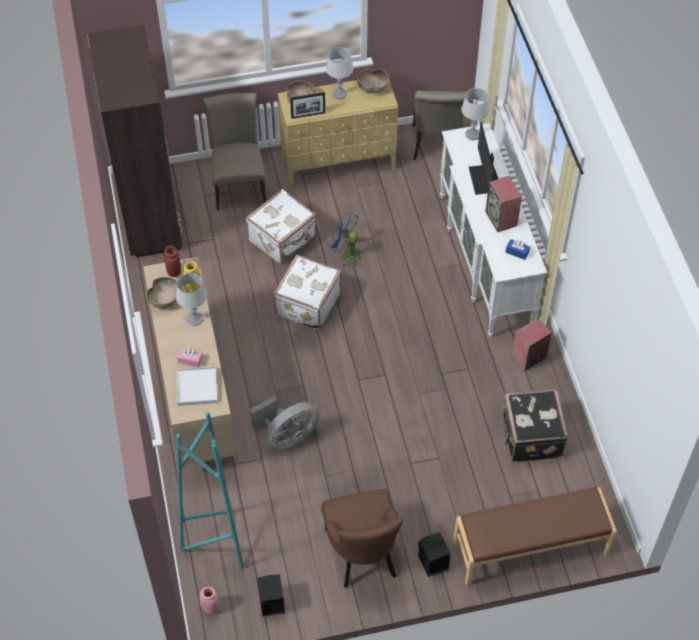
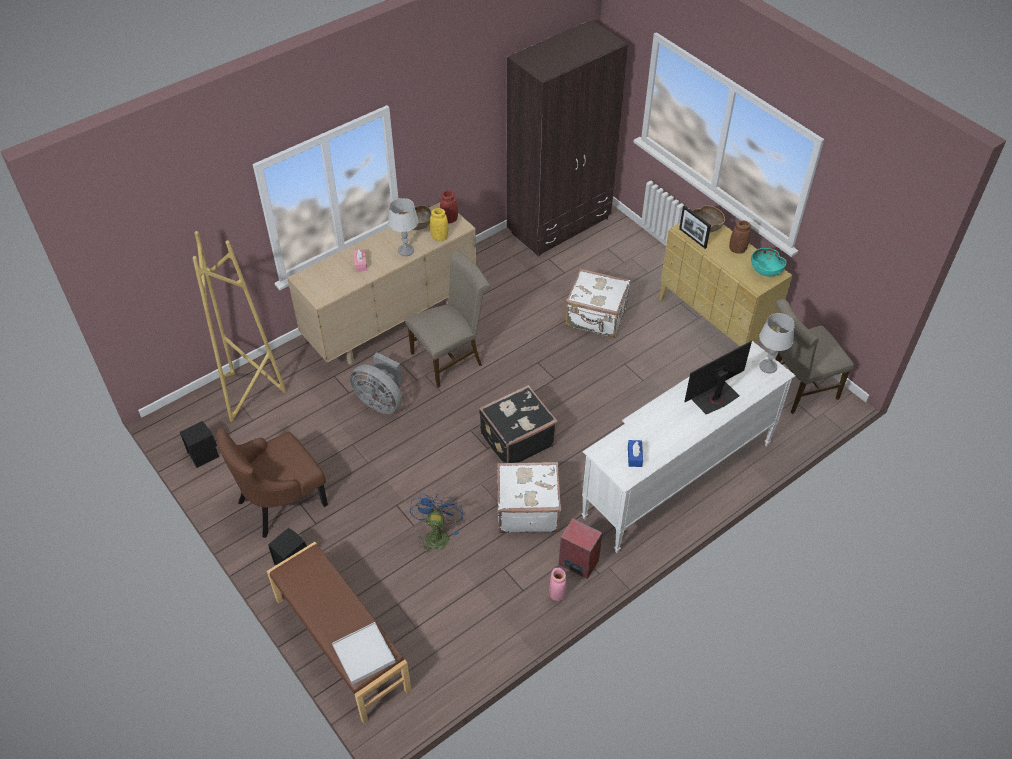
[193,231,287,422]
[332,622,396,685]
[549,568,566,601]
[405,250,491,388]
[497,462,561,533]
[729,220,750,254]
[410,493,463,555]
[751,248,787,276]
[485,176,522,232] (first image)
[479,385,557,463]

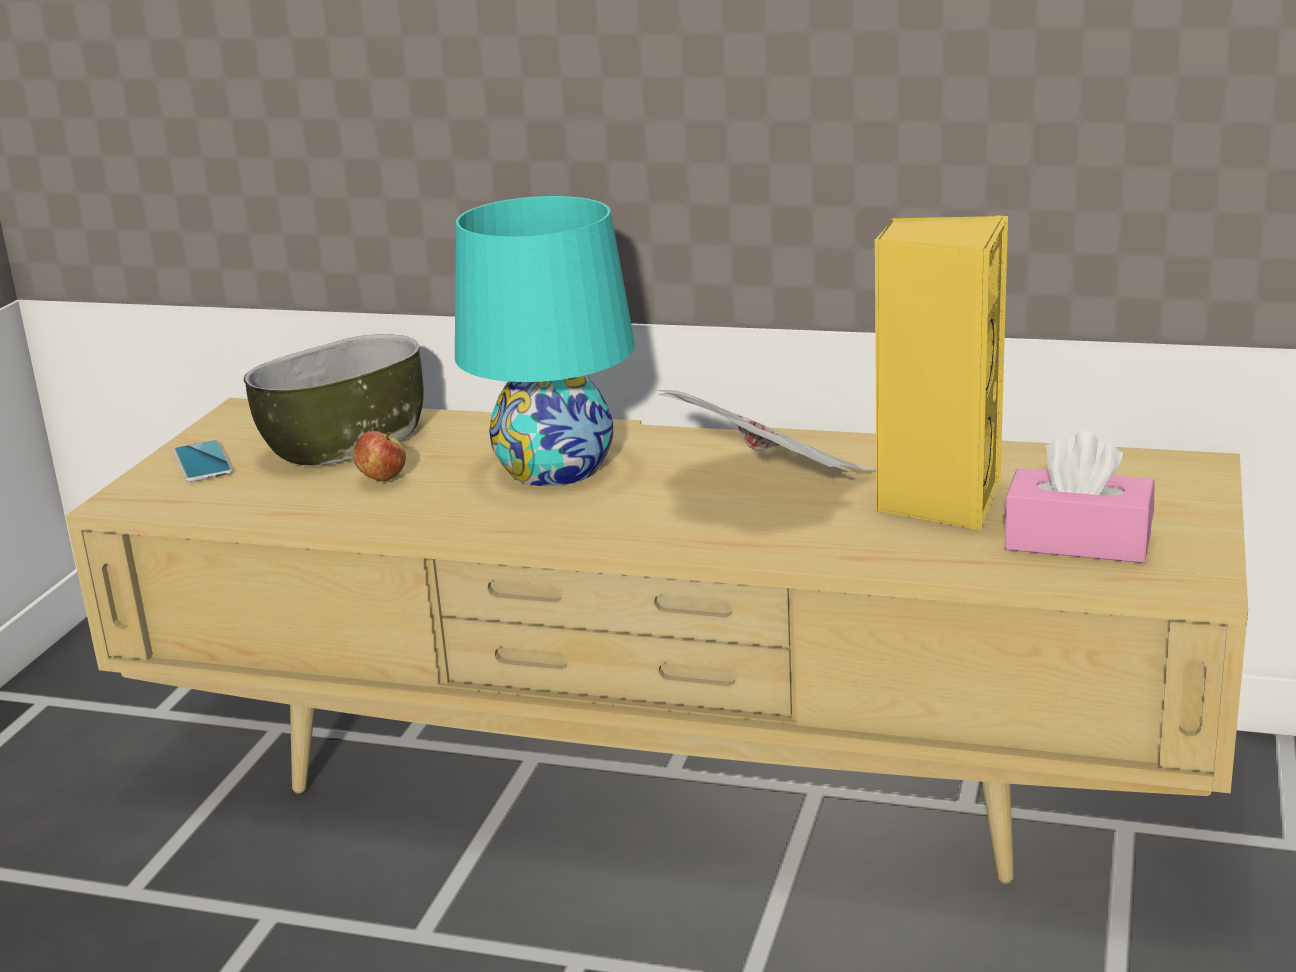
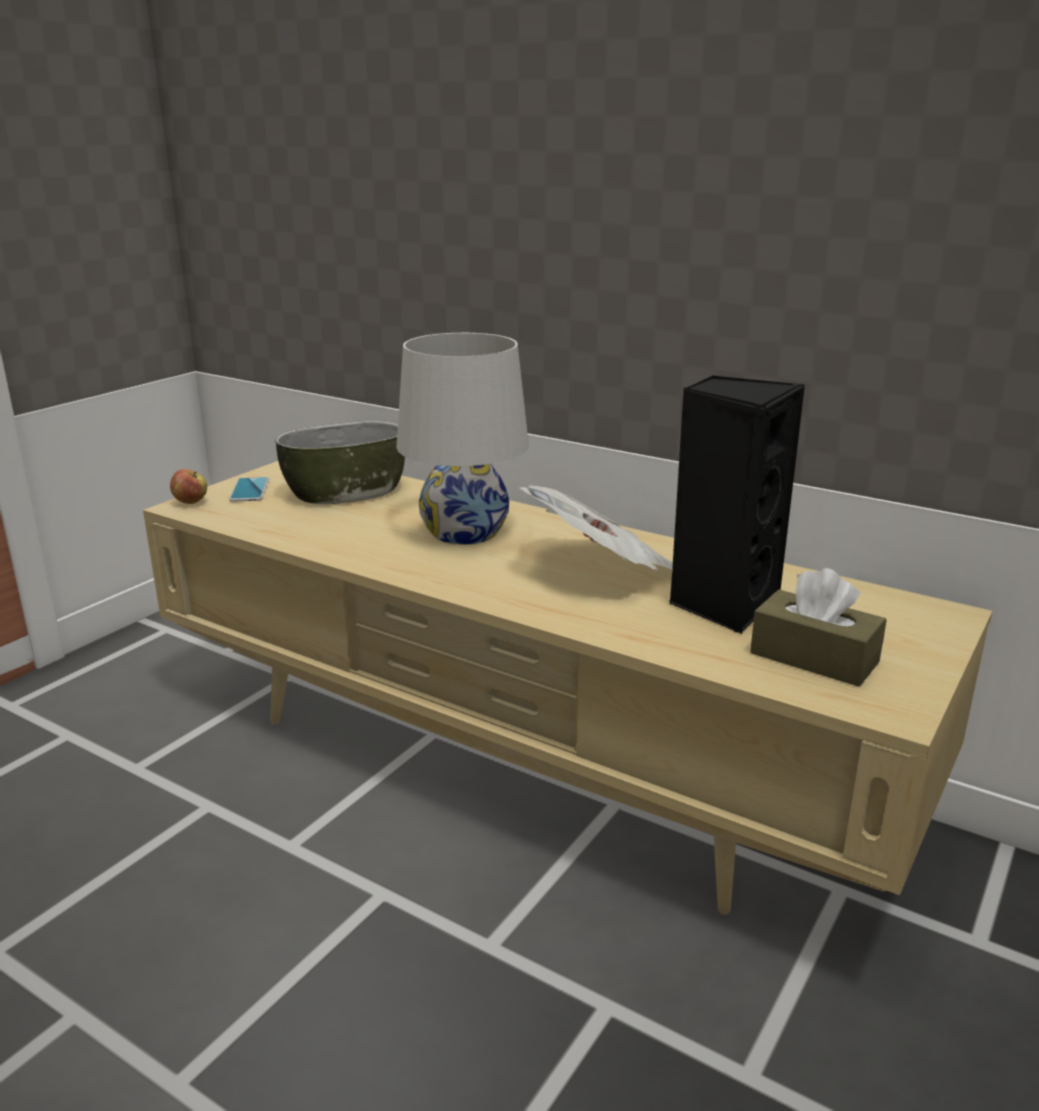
[170,469,207,504]
[396,333,529,545]
[669,375,805,634]
[750,568,887,687]

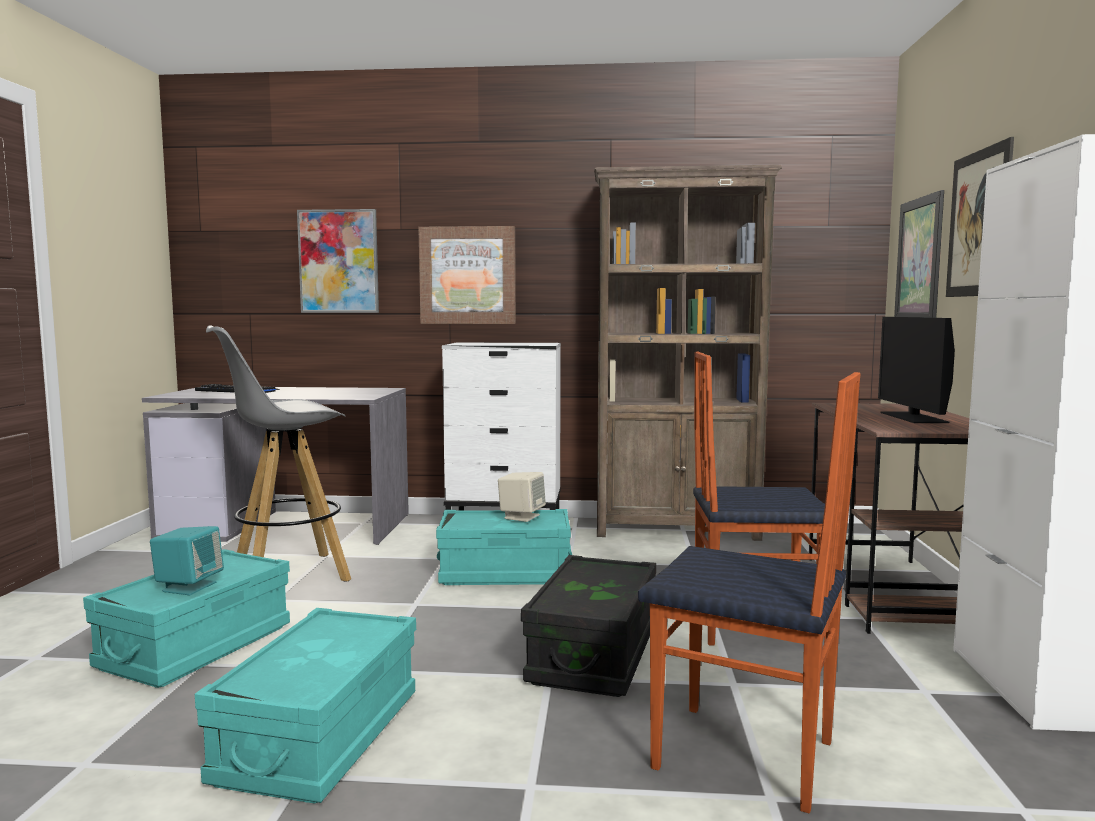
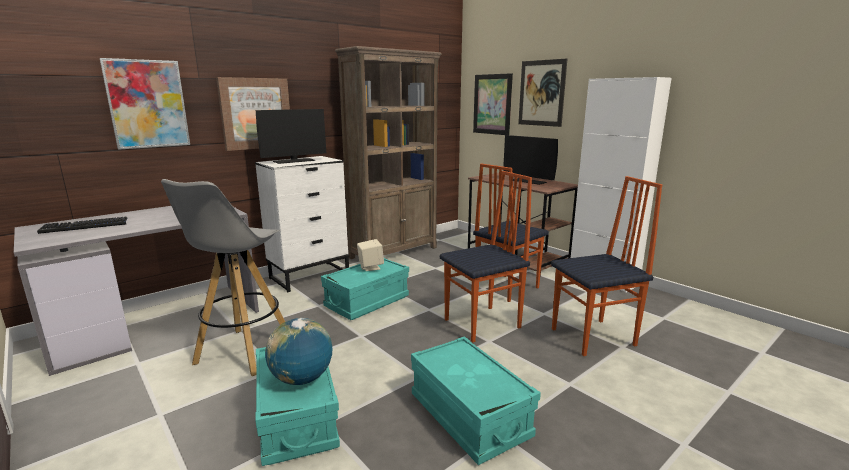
[265,318,332,385]
[440,171,532,342]
[256,109,326,164]

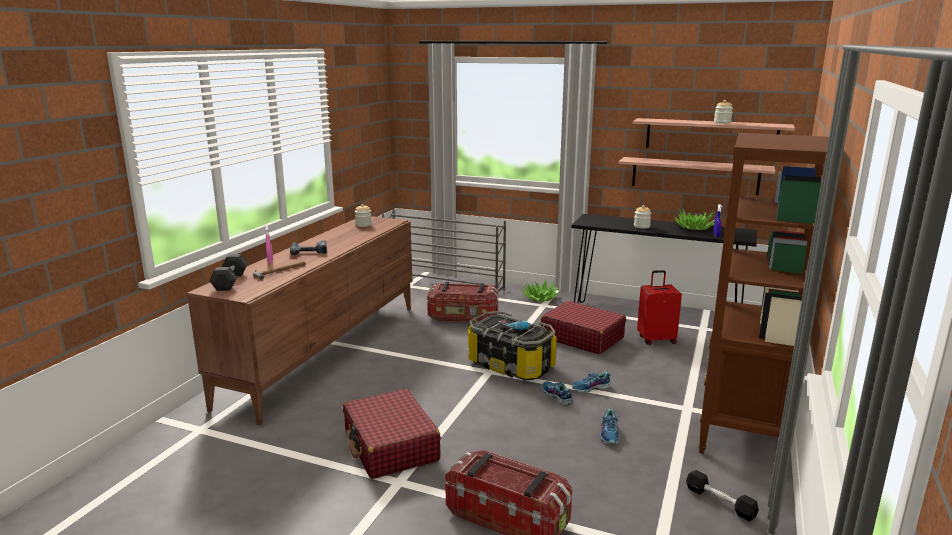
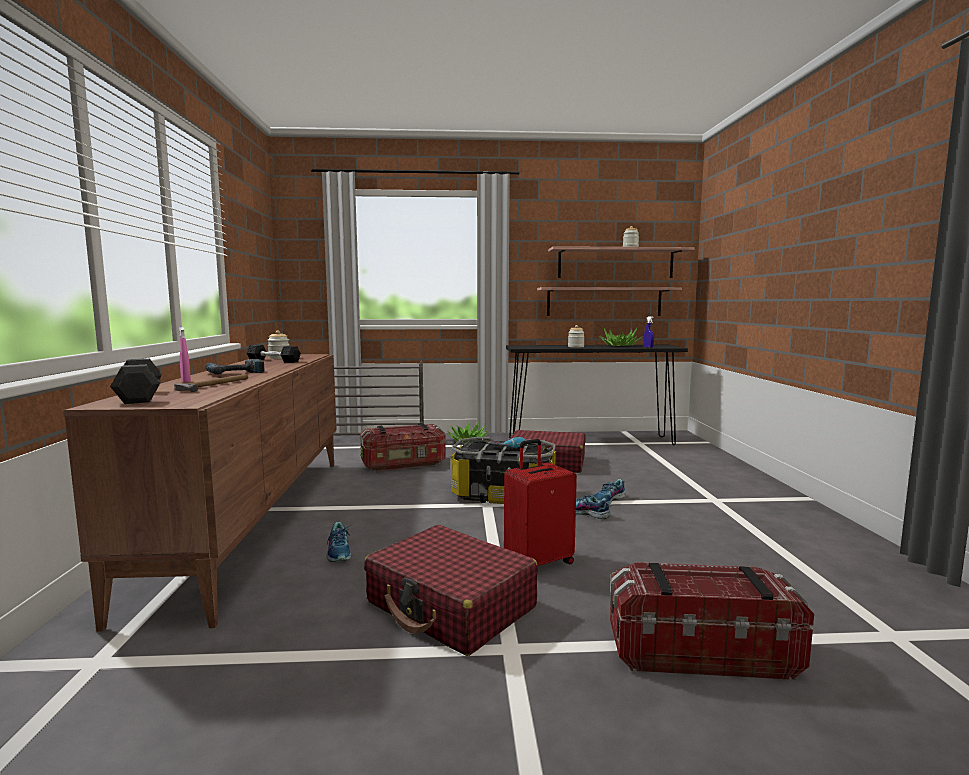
[326,522,352,562]
[504,439,577,566]
[247,345,301,363]
[699,133,829,454] (first image)

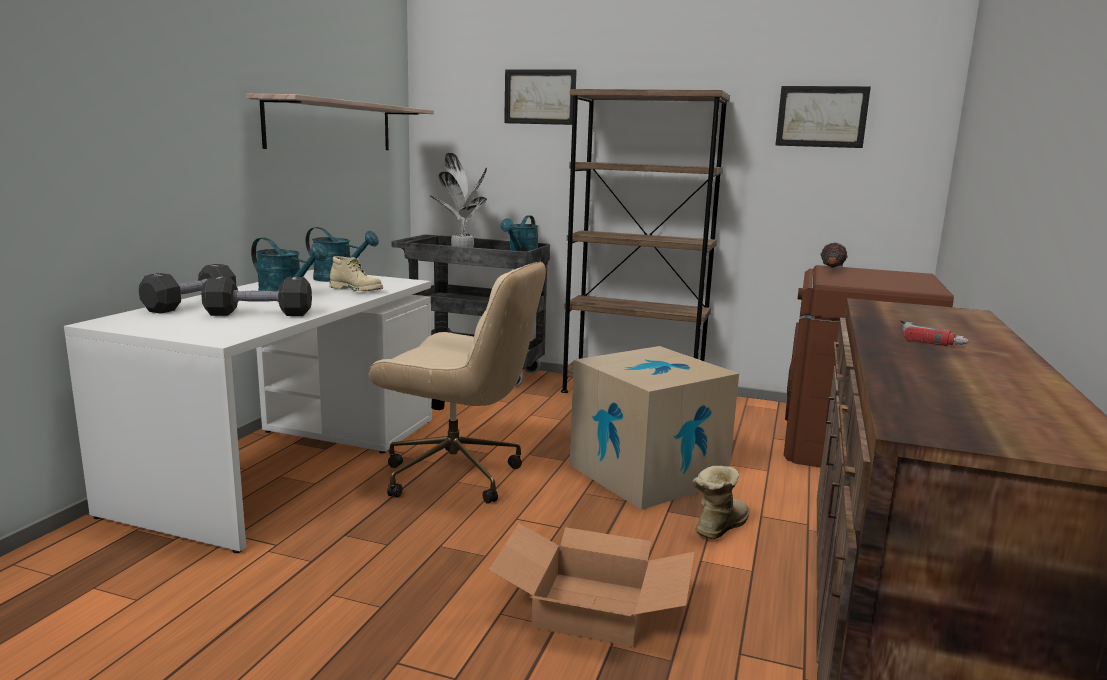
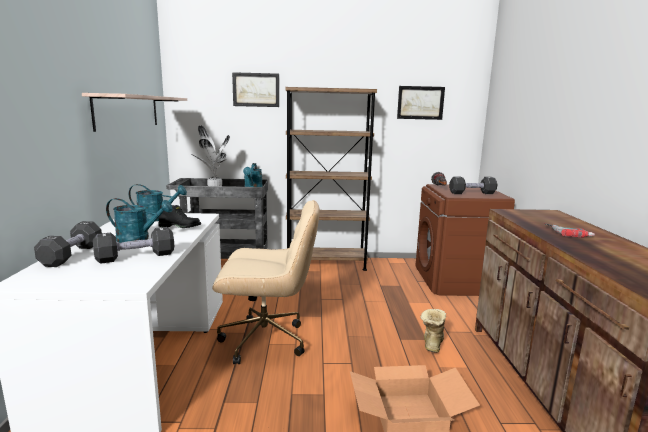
[158,205,201,228]
[570,346,739,510] (first image)
[449,176,497,194]

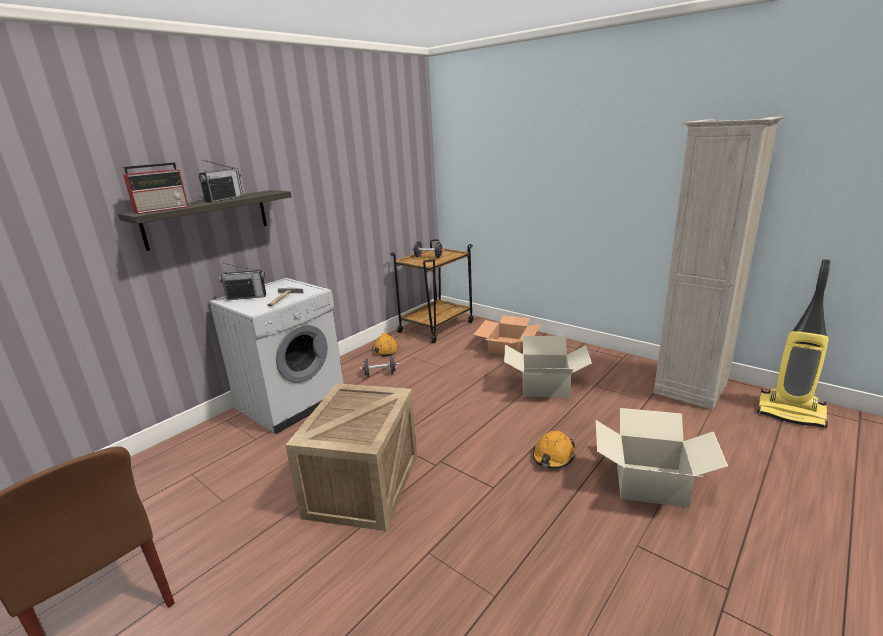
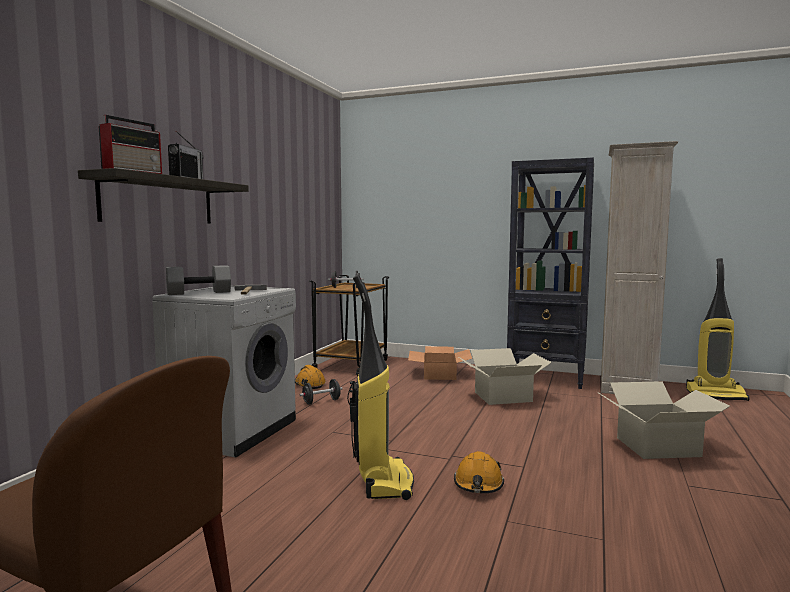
[166,265,231,295]
[347,275,414,500]
[454,451,504,493]
[507,157,594,389]

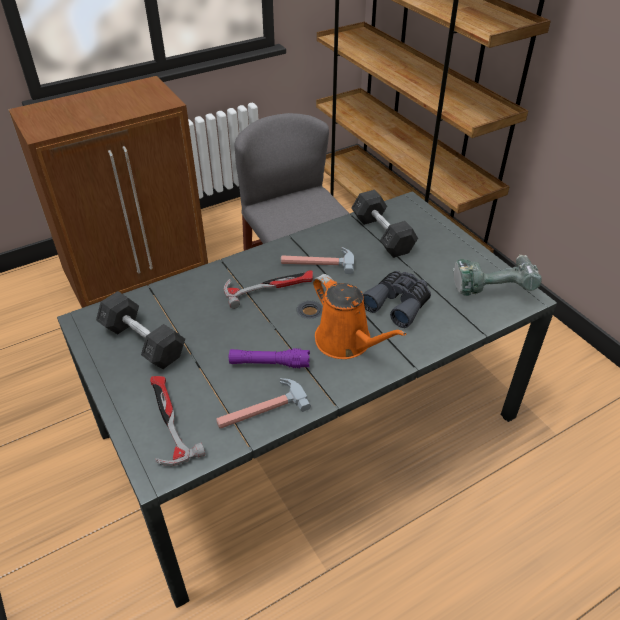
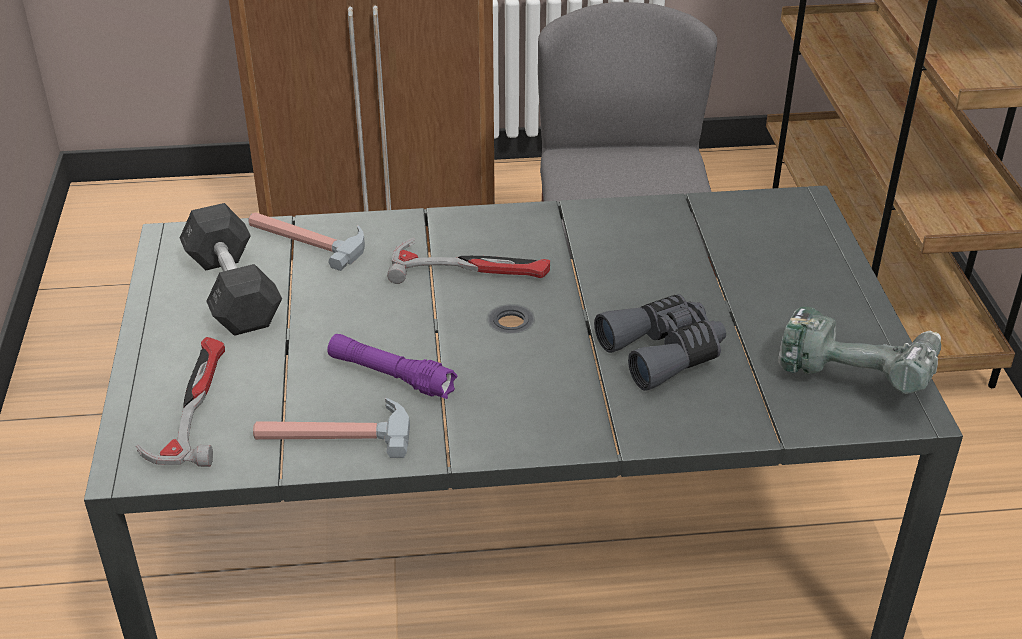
[248,213,365,271]
[313,274,406,359] (first image)
[351,190,418,258] (first image)

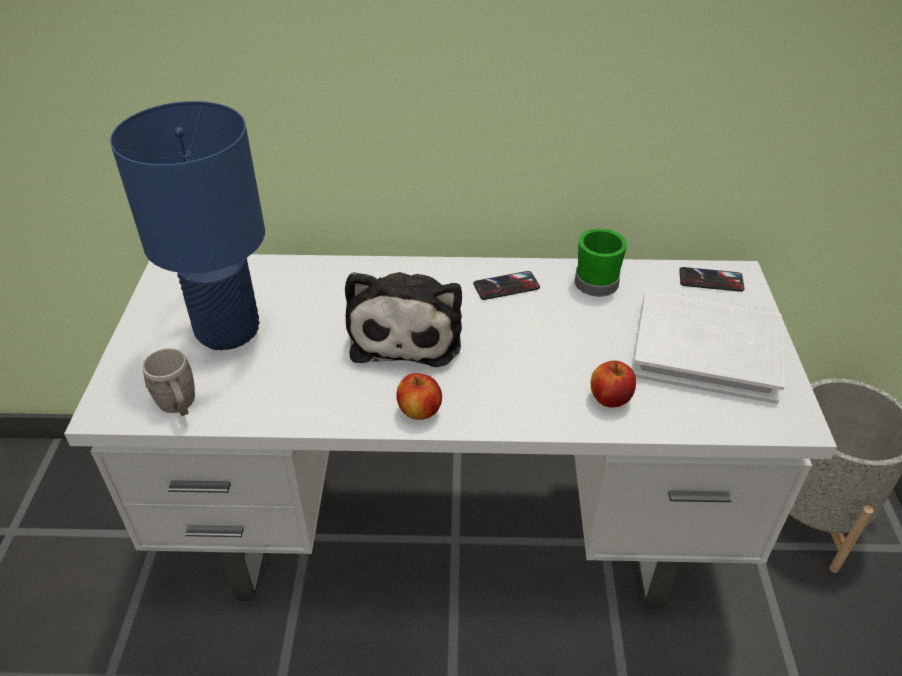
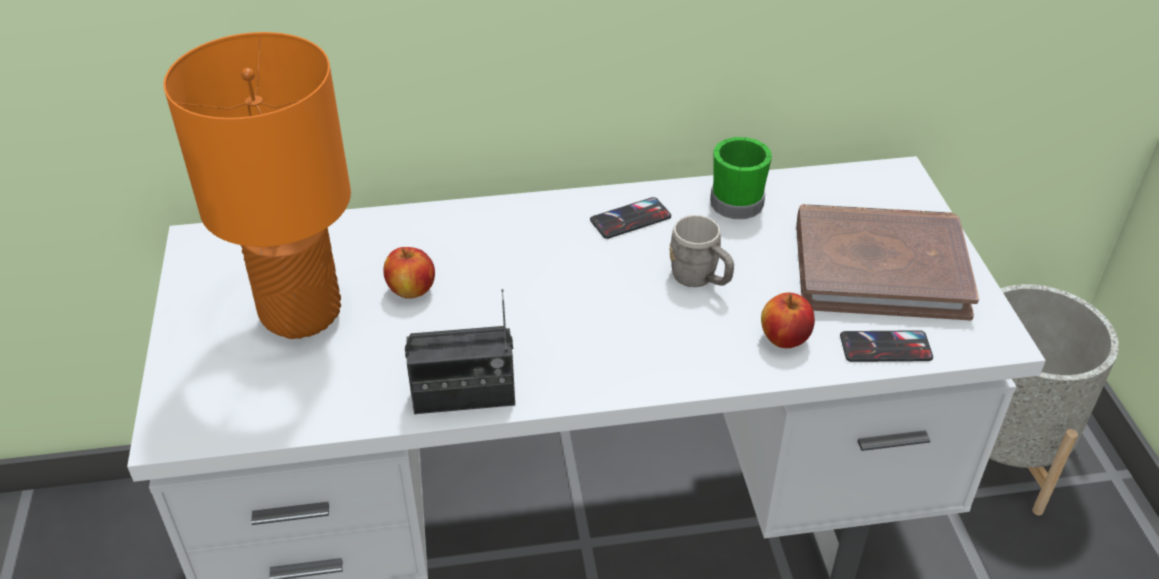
[164,32,351,339]
[670,215,734,287]
[345,272,462,367] (first image)
[383,247,435,299]
[796,204,979,320]
[840,330,933,362]
[405,289,515,414]

